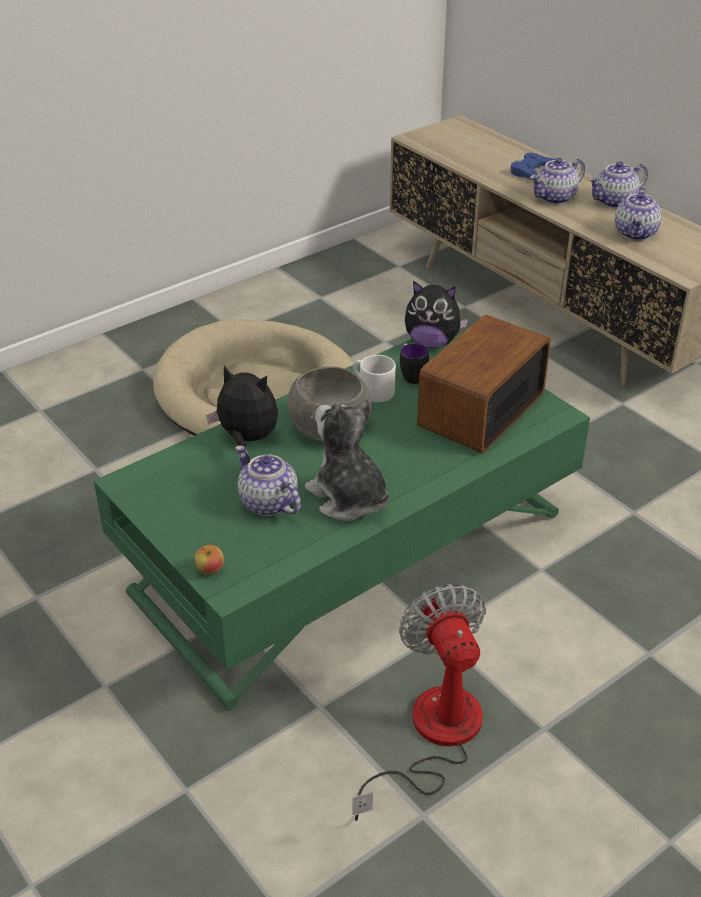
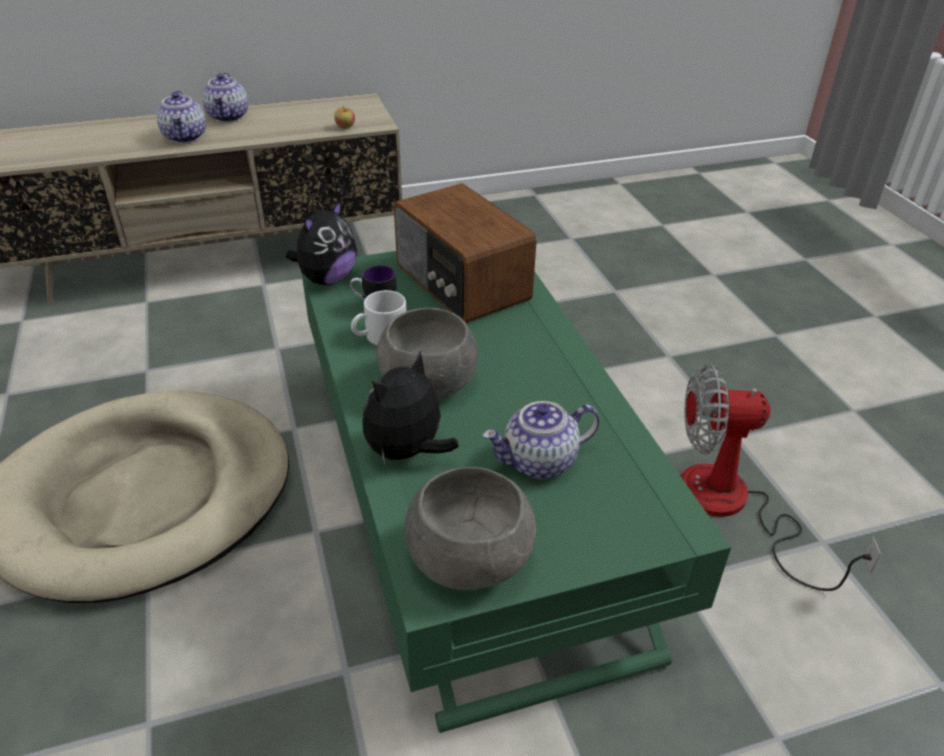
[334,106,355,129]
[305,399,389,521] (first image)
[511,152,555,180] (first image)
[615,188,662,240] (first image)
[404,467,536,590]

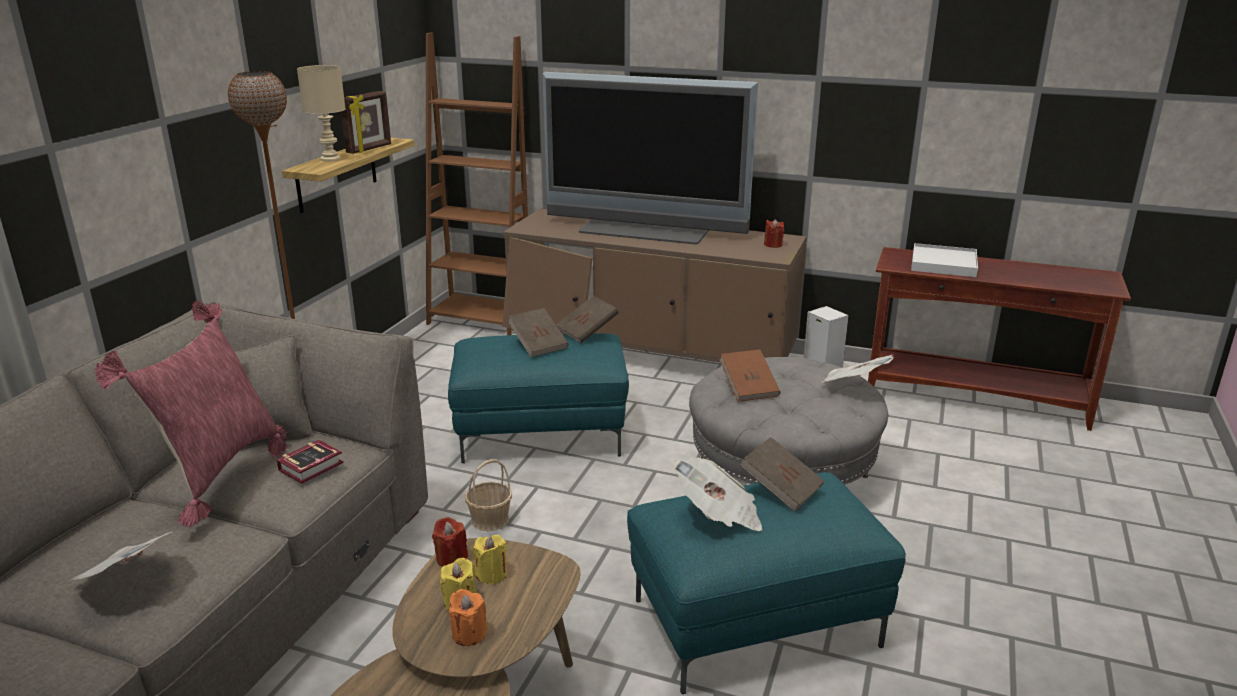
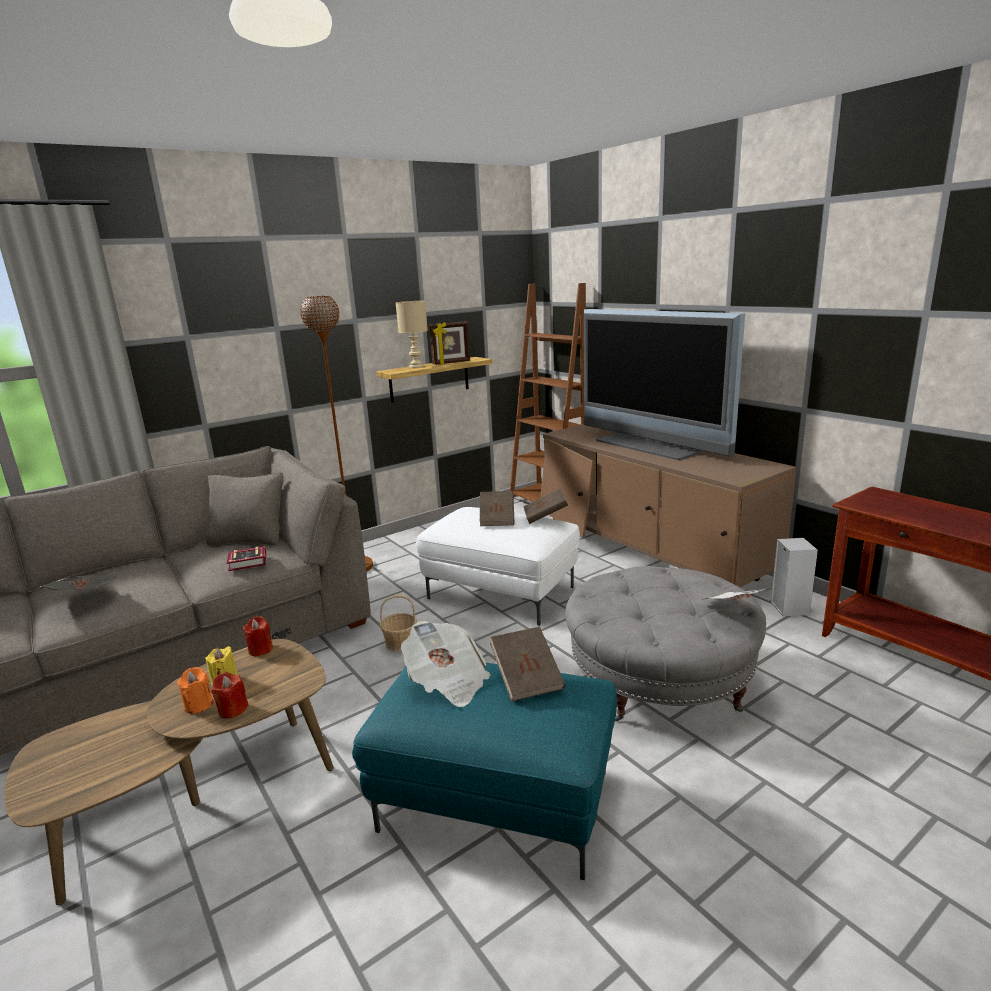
[94,300,288,528] (first image)
[416,507,580,626]
[473,535,507,584] (first image)
[719,349,780,402] (first image)
[211,672,249,718]
[911,243,978,277] (first image)

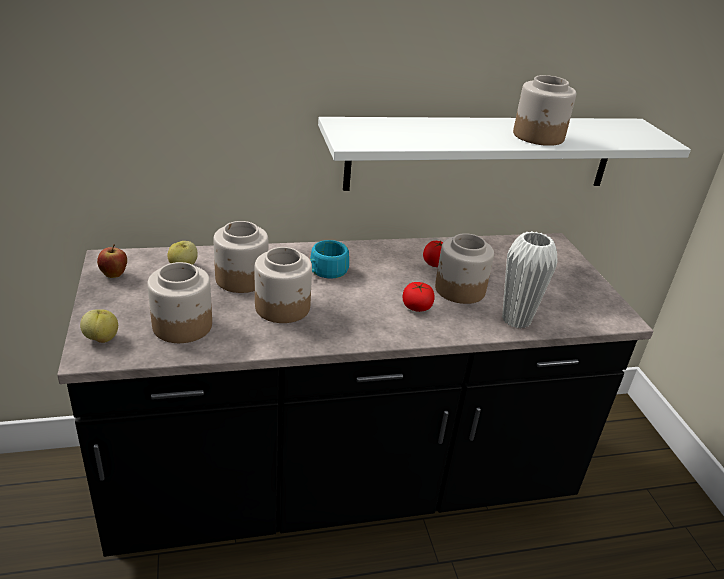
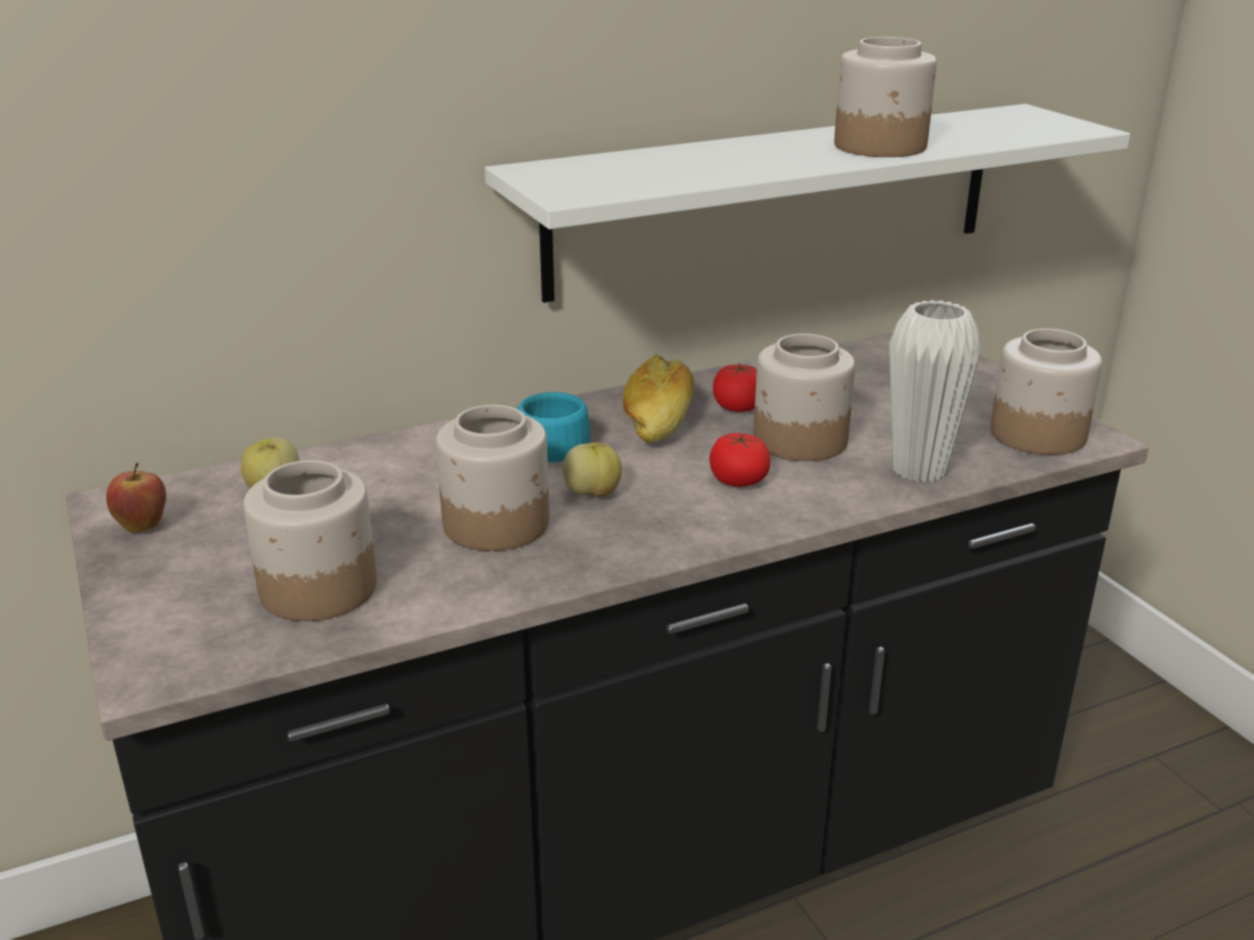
[563,443,622,497]
[991,328,1102,455]
[623,354,694,443]

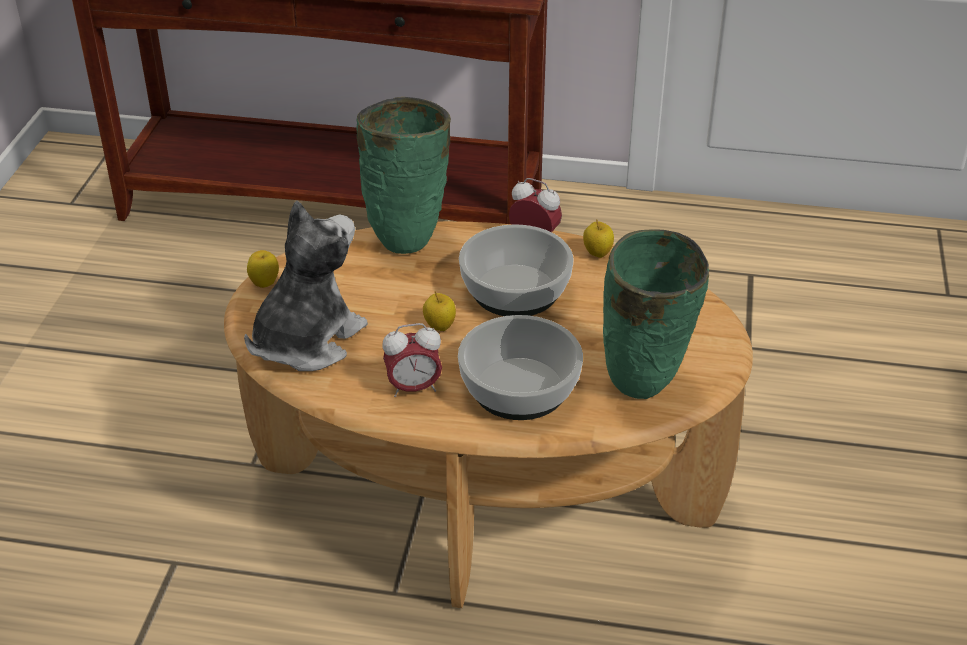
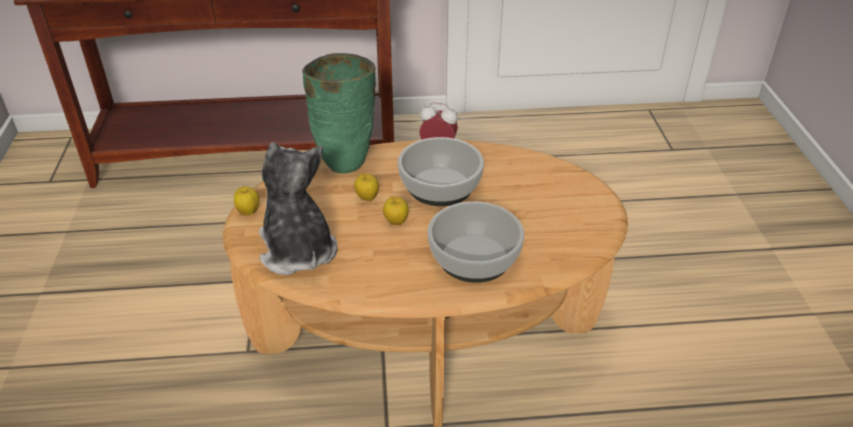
[259,142,338,275]
[382,323,442,397] (first image)
[354,172,379,201]
[603,229,709,399] (first image)

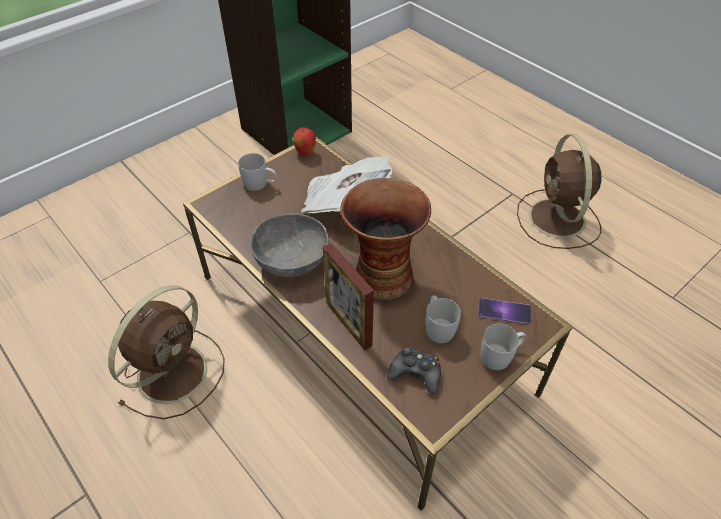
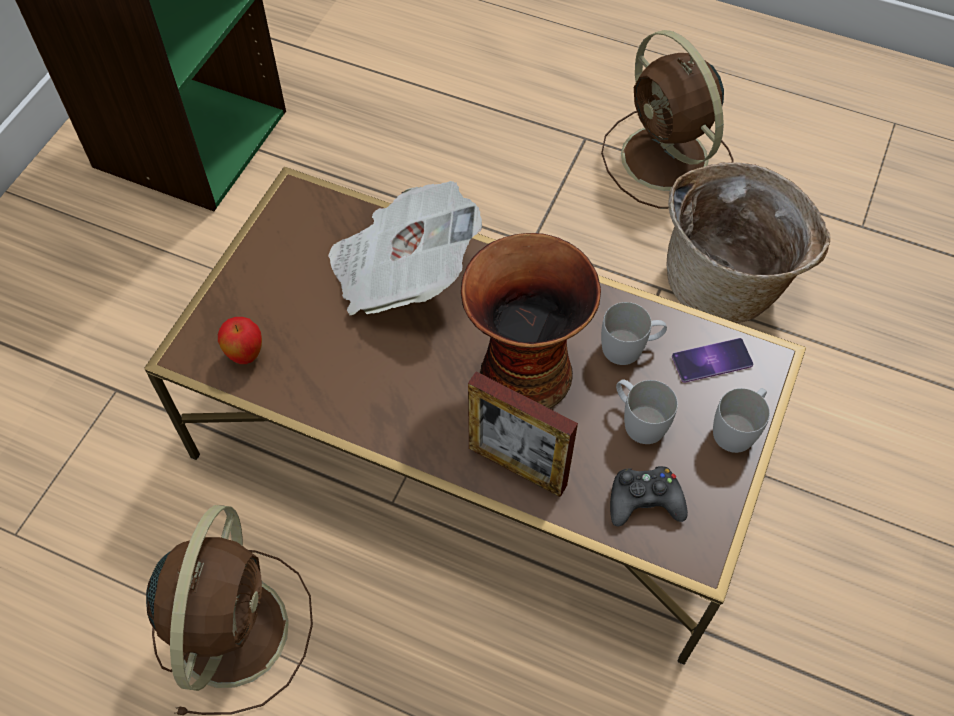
[601,302,667,365]
[250,213,329,277] (first image)
[218,317,262,364]
[666,162,830,323]

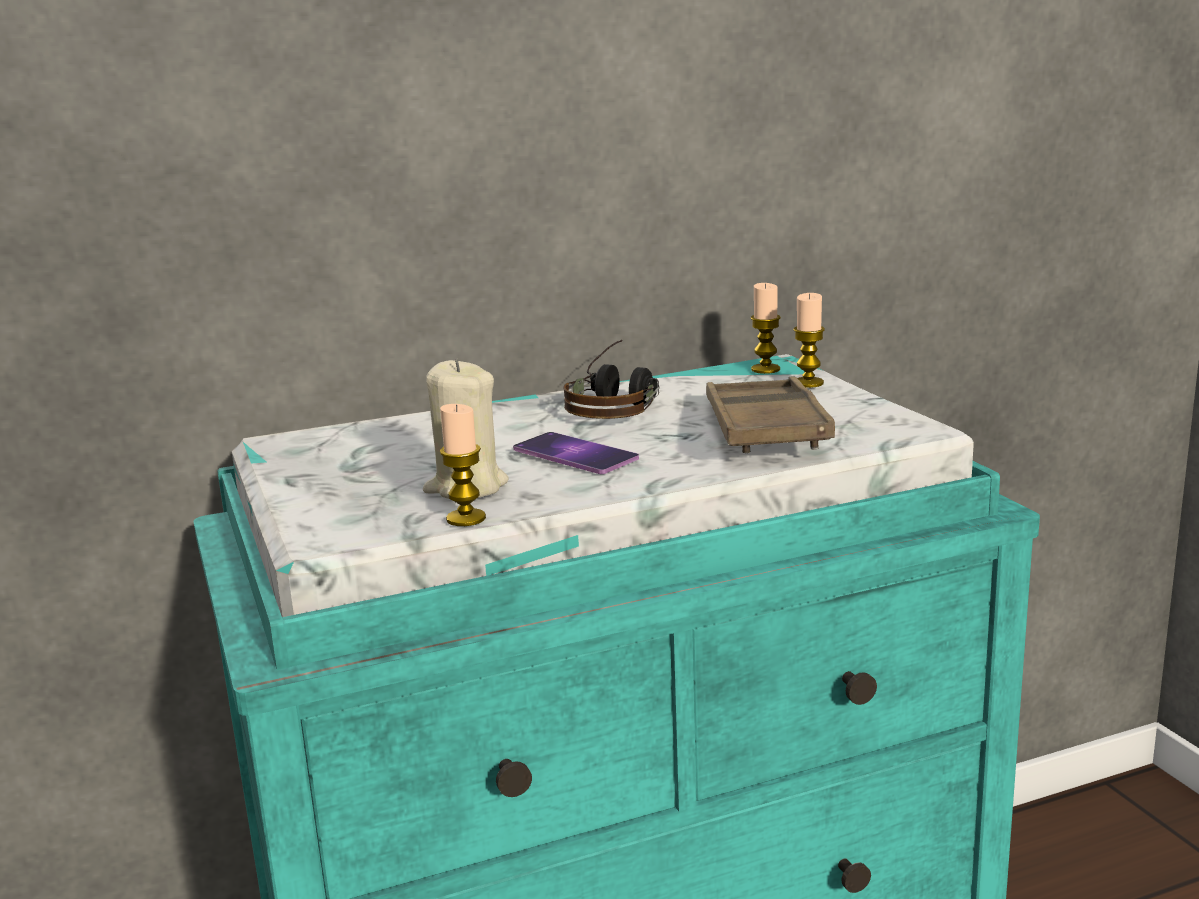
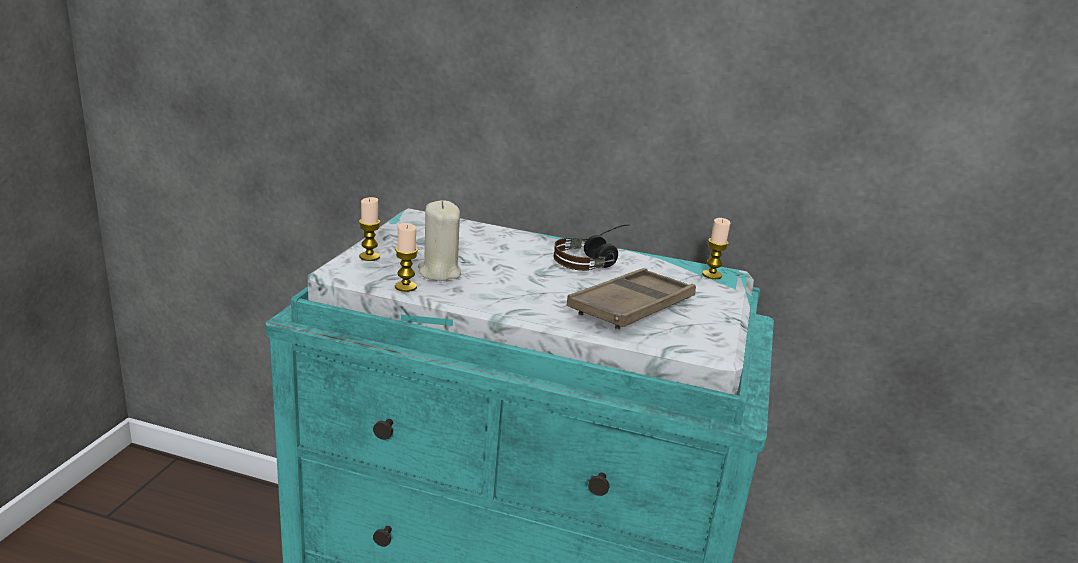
[513,432,639,474] (first image)
[359,197,380,261]

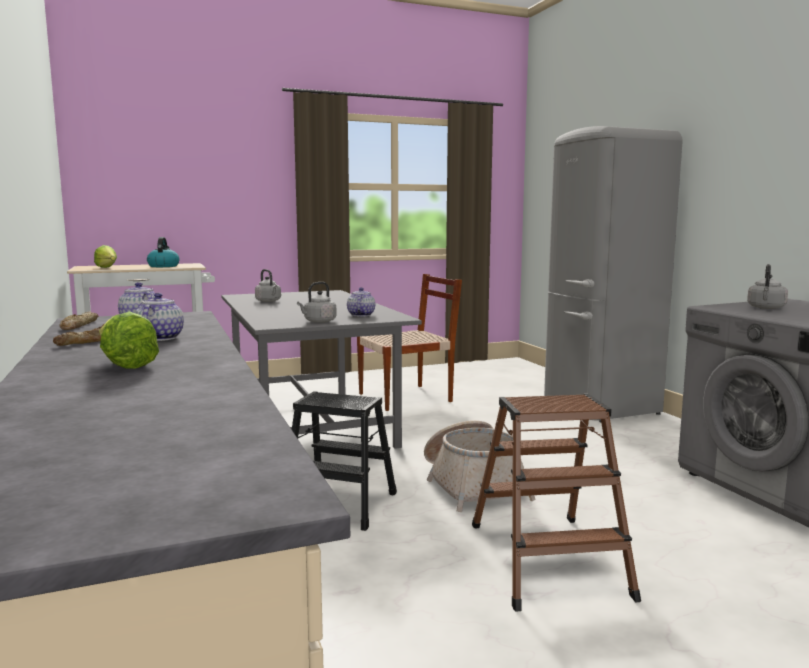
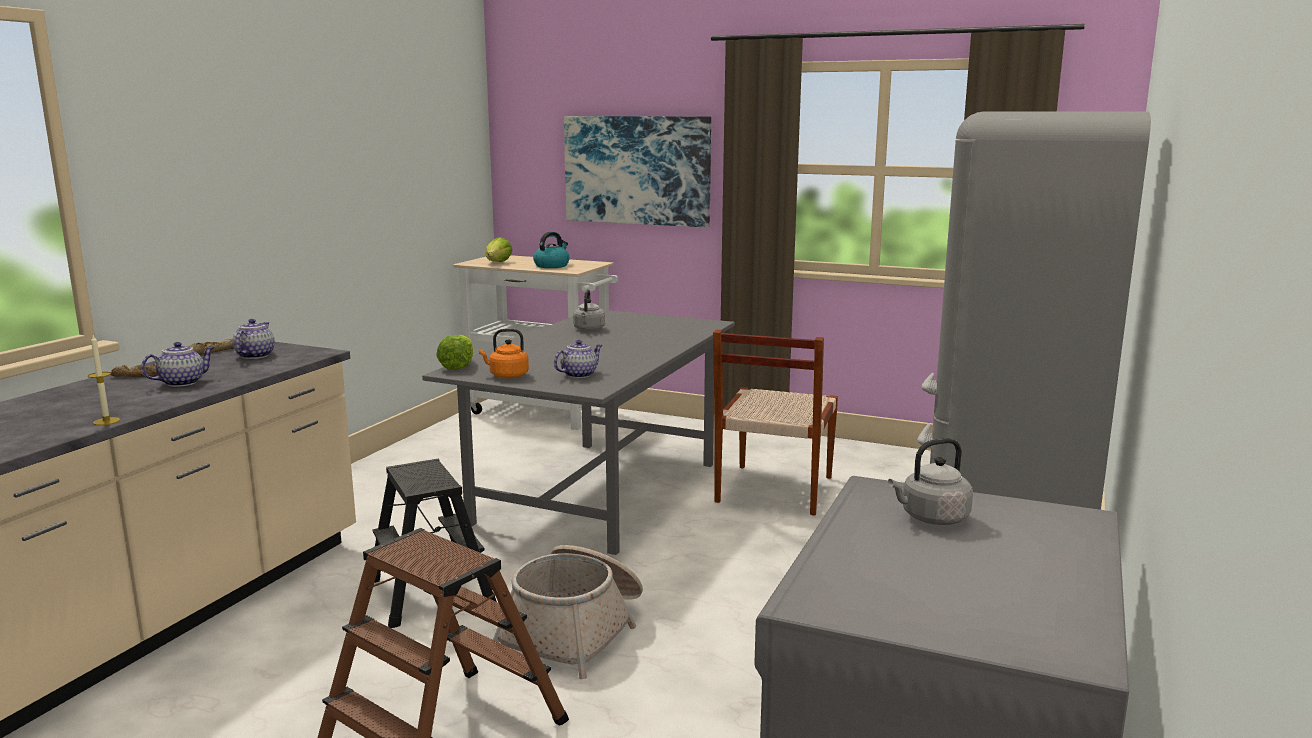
[436,335,473,370]
[479,329,529,379]
[713,330,838,516]
[88,335,120,425]
[564,116,711,227]

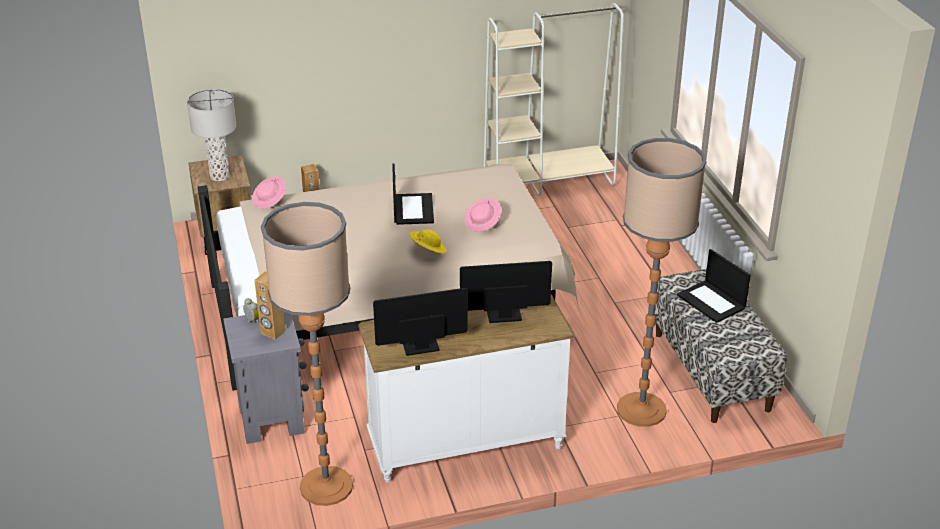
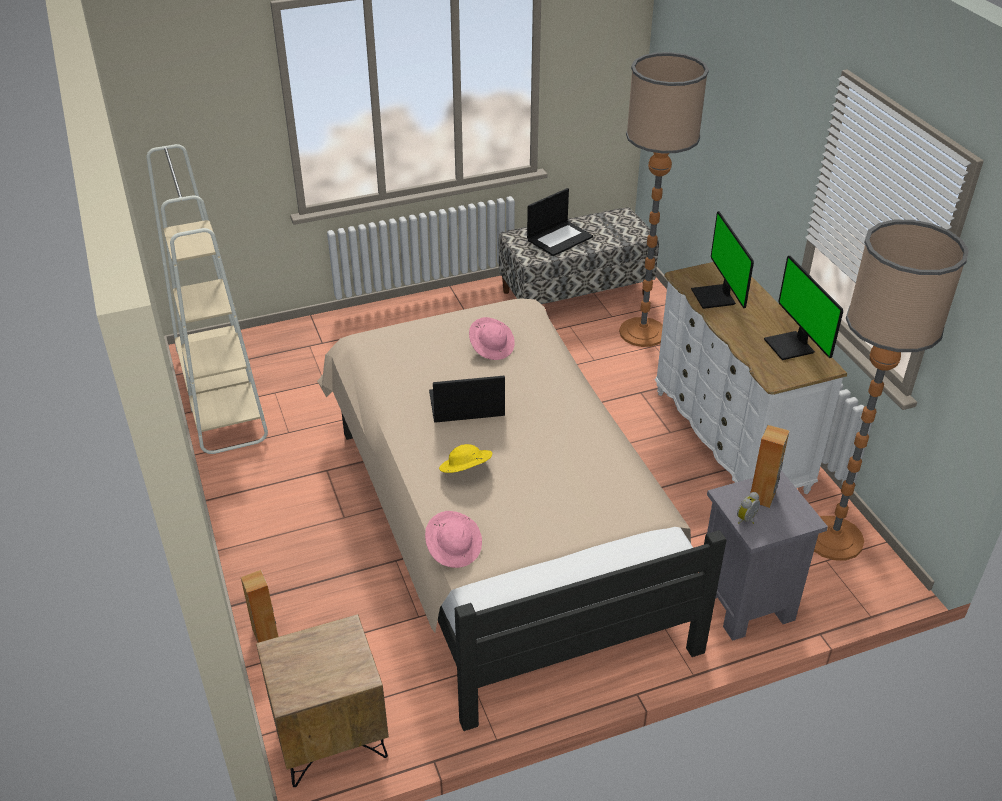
[187,89,236,181] (first image)
[439,444,492,473]

